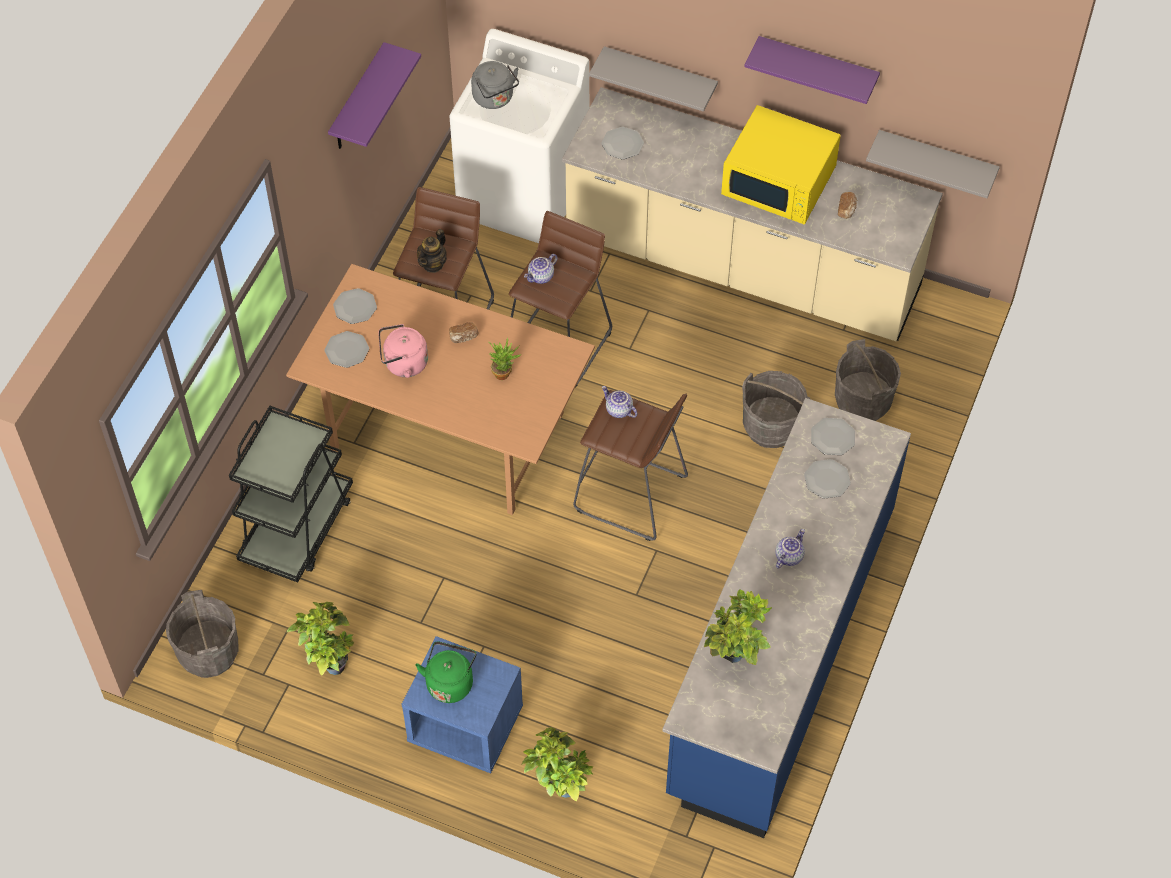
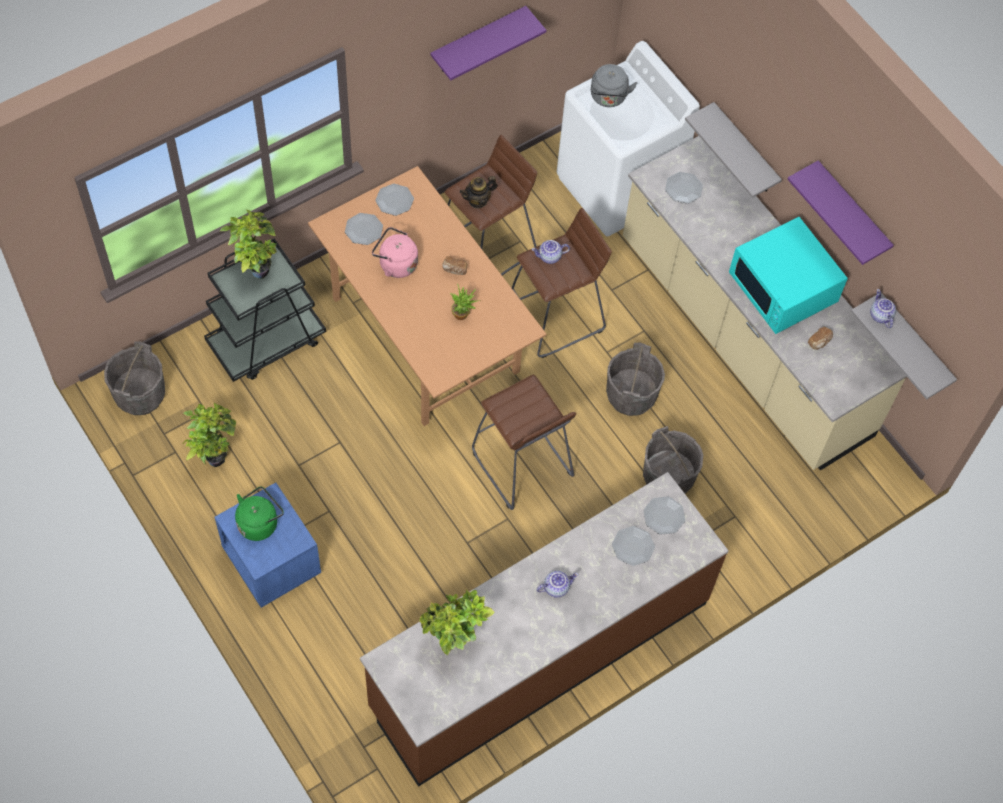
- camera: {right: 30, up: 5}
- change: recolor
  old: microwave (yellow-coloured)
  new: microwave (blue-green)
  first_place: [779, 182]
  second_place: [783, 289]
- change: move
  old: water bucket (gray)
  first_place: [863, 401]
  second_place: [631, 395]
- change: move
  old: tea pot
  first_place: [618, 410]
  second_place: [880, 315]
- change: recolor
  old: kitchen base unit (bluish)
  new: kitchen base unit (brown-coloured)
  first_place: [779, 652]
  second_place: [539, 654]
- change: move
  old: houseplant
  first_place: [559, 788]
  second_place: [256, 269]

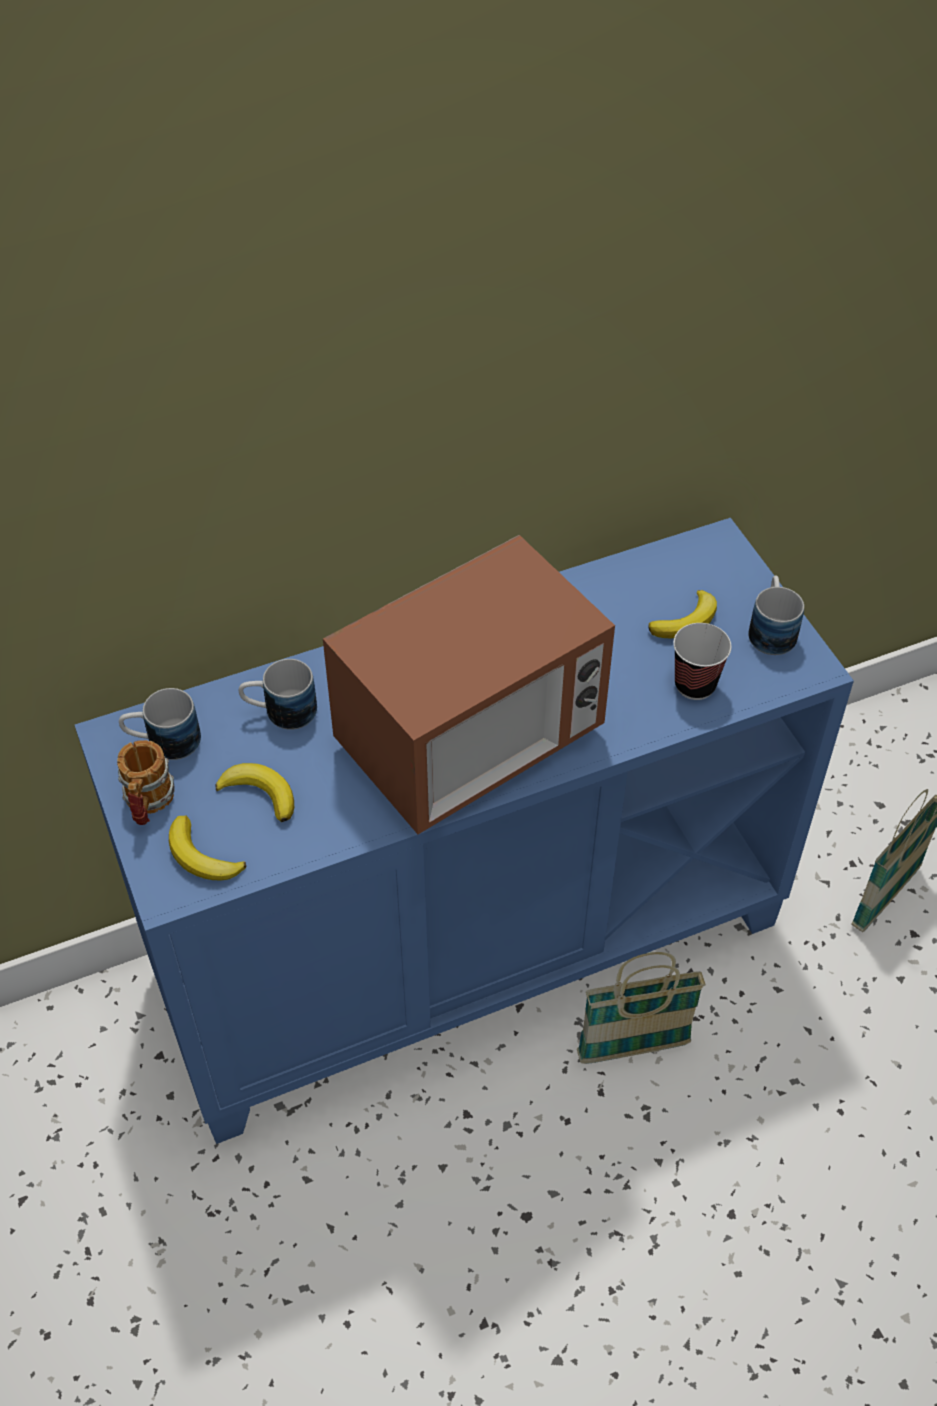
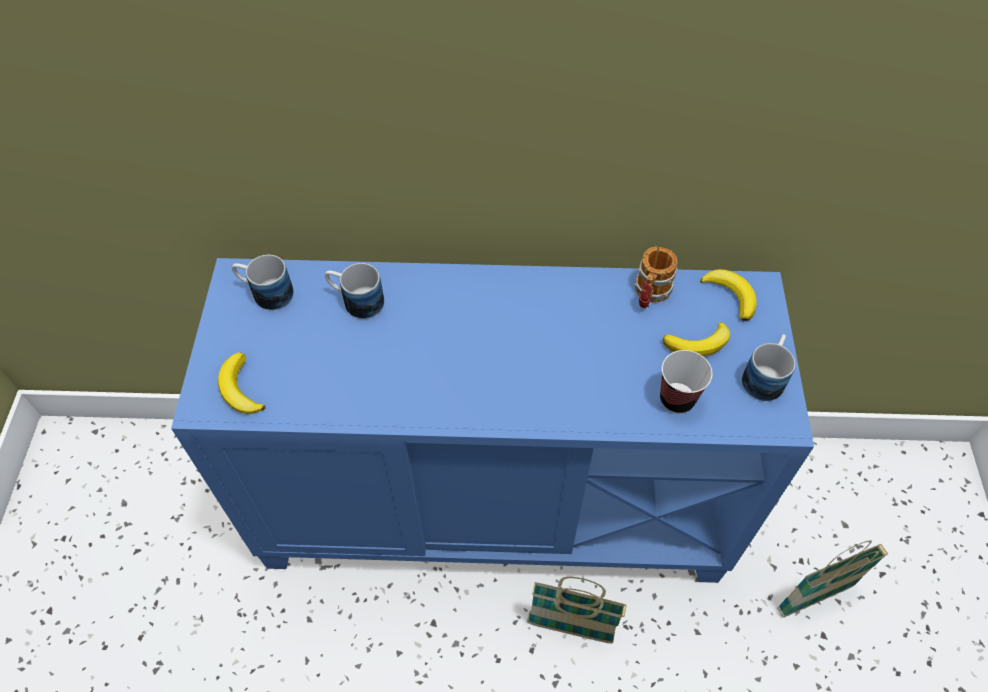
- camera: {right: 25, up: 5}
- change: delete
  old: microwave
  first_place: [470, 740]
- change: move
  old: mug
  first_place: [148, 803]
  second_place: [649, 294]
- change: move
  old: whole banana
  first_place: [260, 793]
  second_place: [731, 295]

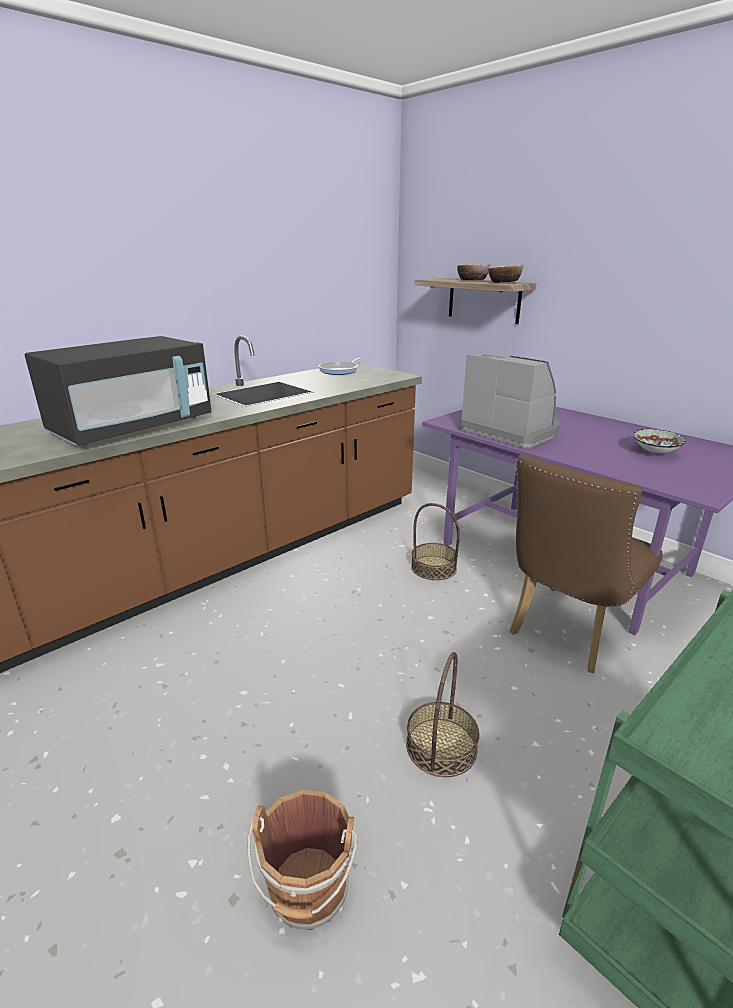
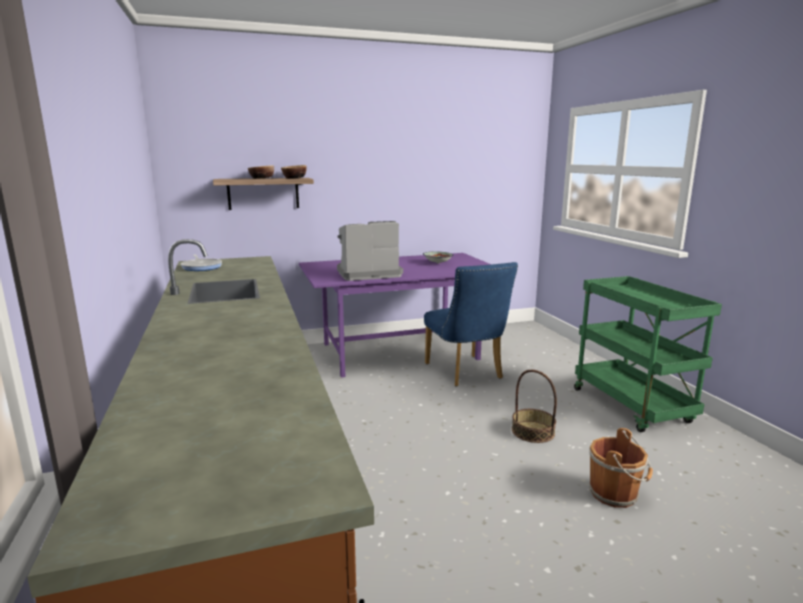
- camera: {right: -65, up: -10}
- change: delete
  old: microwave (blackish)
  first_place: [133, 428]
- change: recolor
  old: upright chair (brown-coloured)
  new: upright chair (bluish)
  first_place: [566, 632]
  second_place: [466, 373]
- change: delete
  old: basket
  first_place: [434, 567]

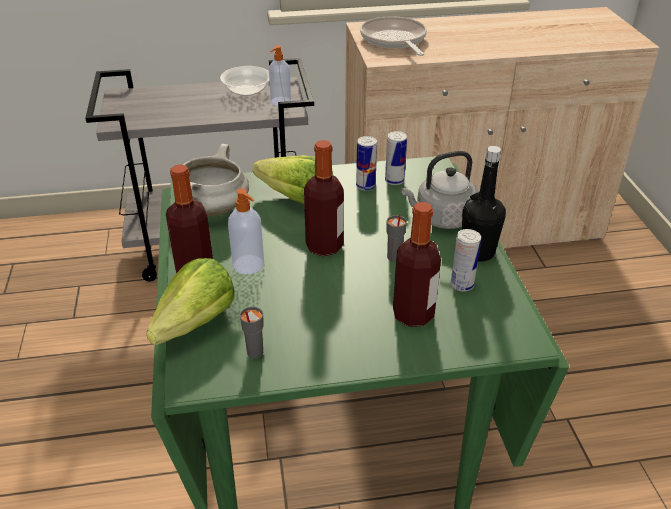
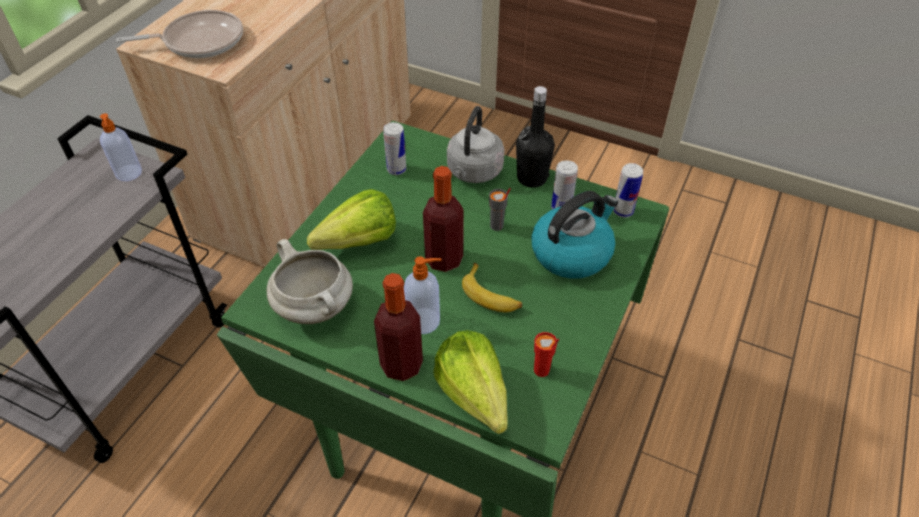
- camera: {right: -55, up: 10}
- change: rotate
  old: skillet
  first_place: [394, 40]
  second_place: [199, 41]
  degrees: 150
- change: delete
  old: deep dish
  first_place: [247, 91]
- change: move
  old: sealed can
  first_place: [365, 186]
  second_place: [623, 211]
- change: replace
  old: drink bottle
  new: kettle
  first_place: [413, 314]
  second_place: [572, 253]
- change: recolor
  old: cup (gray)
  new: cup (red-coloured)
  first_place: [254, 353]
  second_place: [541, 371]
- change: insert
  new: whole banana
  second_place: [491, 295]

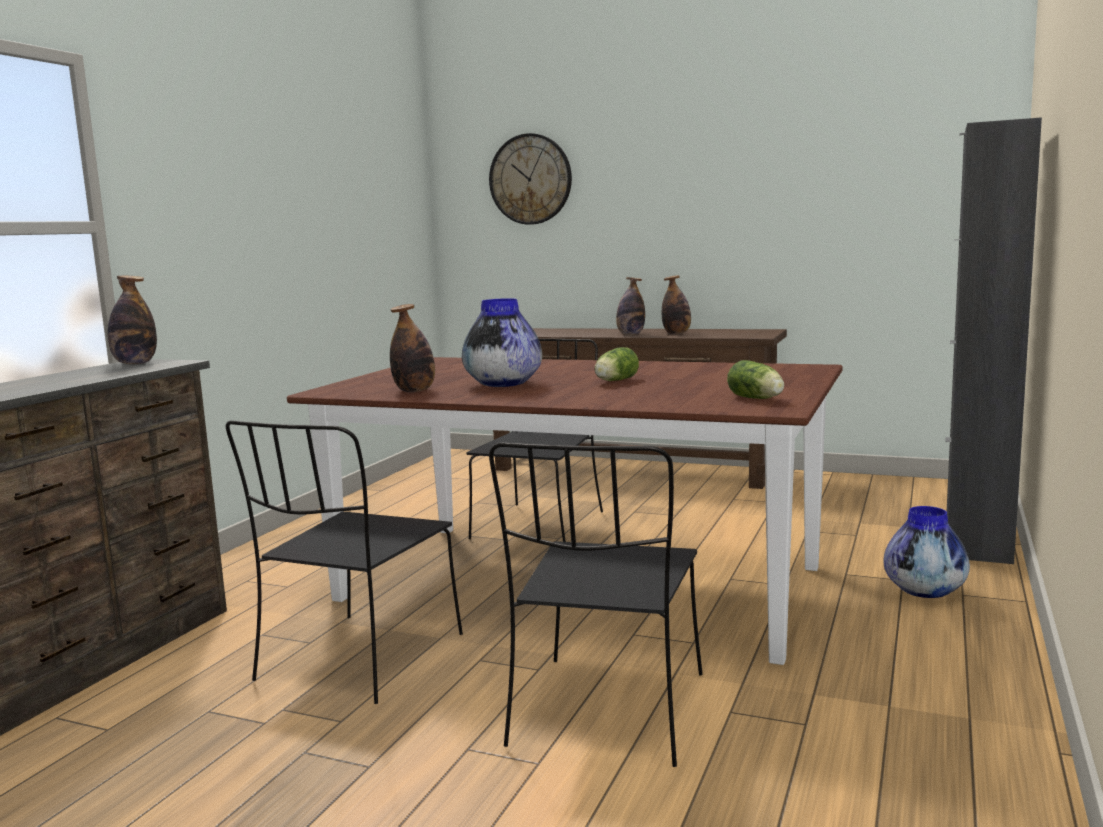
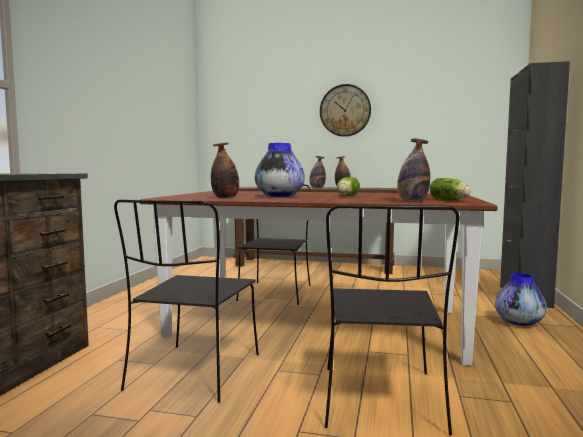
- camera: {right: -10, up: -5}
- change: move
  old: clock on the wall
  first_place: [530, 179]
  second_place: [345, 110]
- change: move
  old: drink bottle
  first_place: [135, 363]
  second_place: [412, 201]

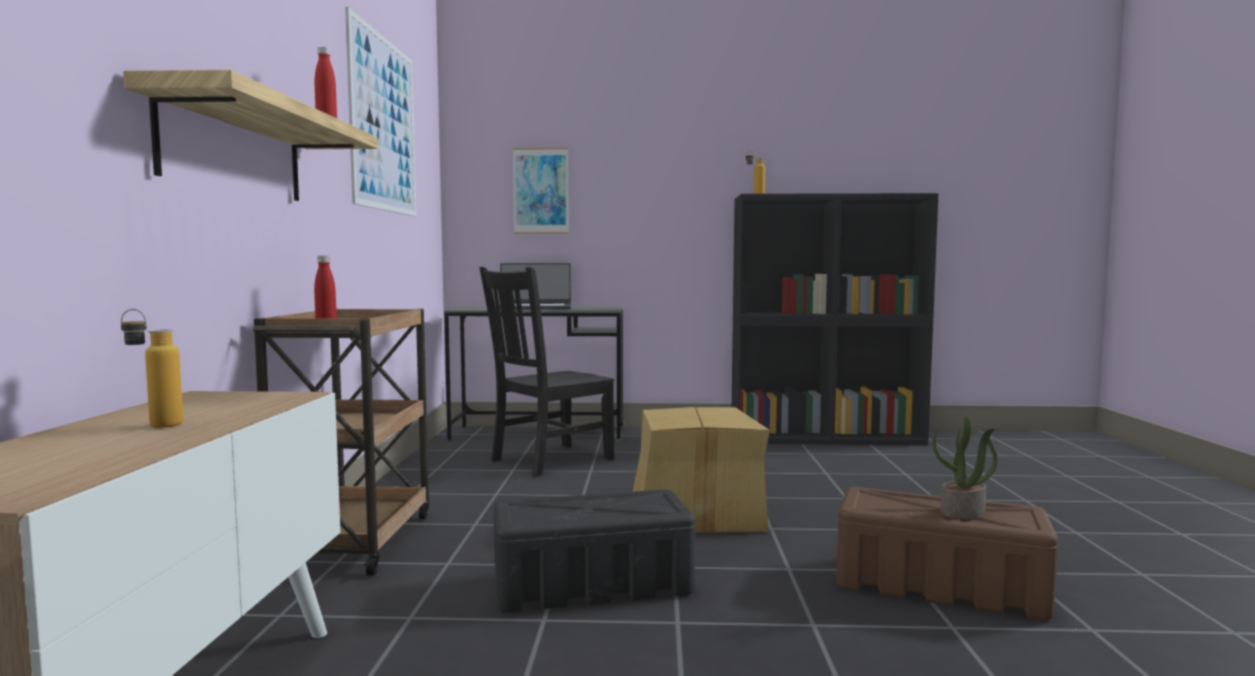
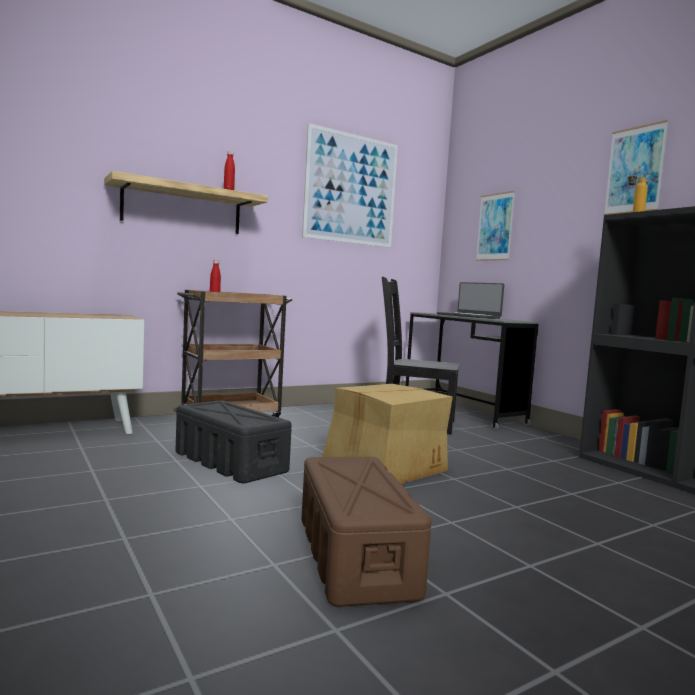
- camera: {right: 55, up: 0}
- change: delete
  old: drink bottle
  first_place: [154, 425]
- change: delete
  old: houseplant
  first_place: [963, 512]
- change: insert
  new: wall picture
  second_place: [635, 170]

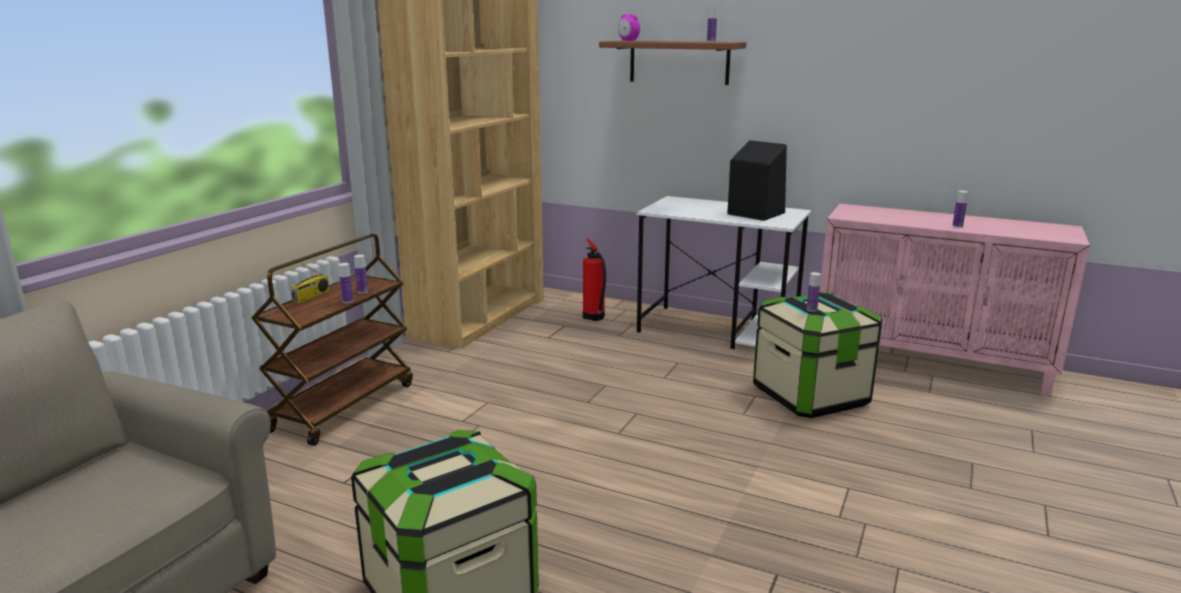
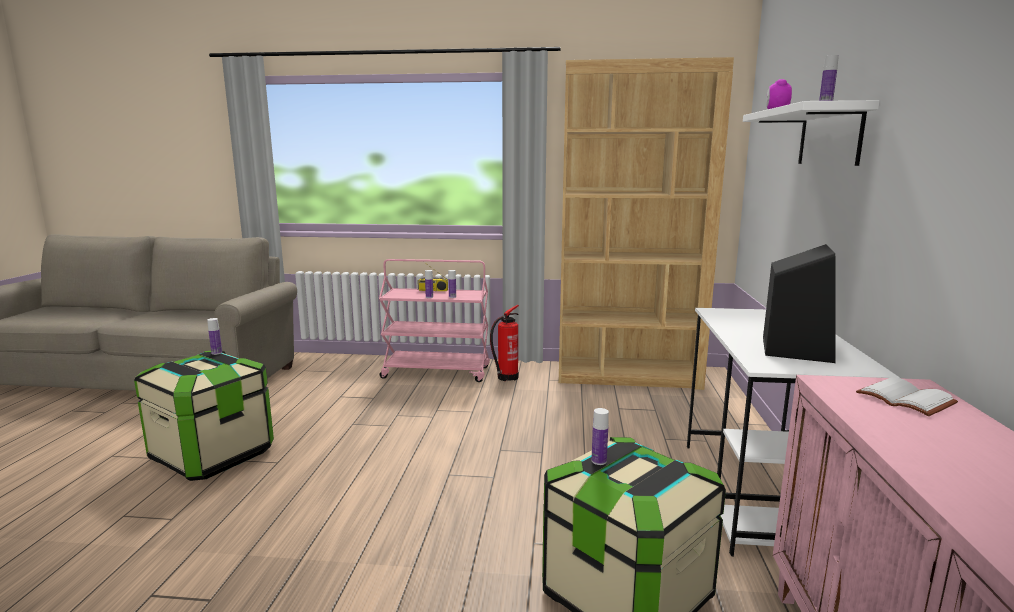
- camera: {right: 70, up: -5}
- change: recolor
  old: bracket shelf (brown-coloured)
  new: bracket shelf (white-coloured)
  first_place: [679, 62]
  second_place: [829, 136]
- change: move
  old: drink bottle
  first_place: [957, 226]
  second_place: [216, 353]
- change: recolor
  old: cart (brown-coloured)
  new: cart (pink-coloured)
  first_place: [343, 406]
  second_place: [437, 372]
- change: move
  old: extinguisher
  first_place: [594, 317]
  second_place: [506, 378]
- change: insert
  new: book (white-coloured)
  second_place: [902, 399]

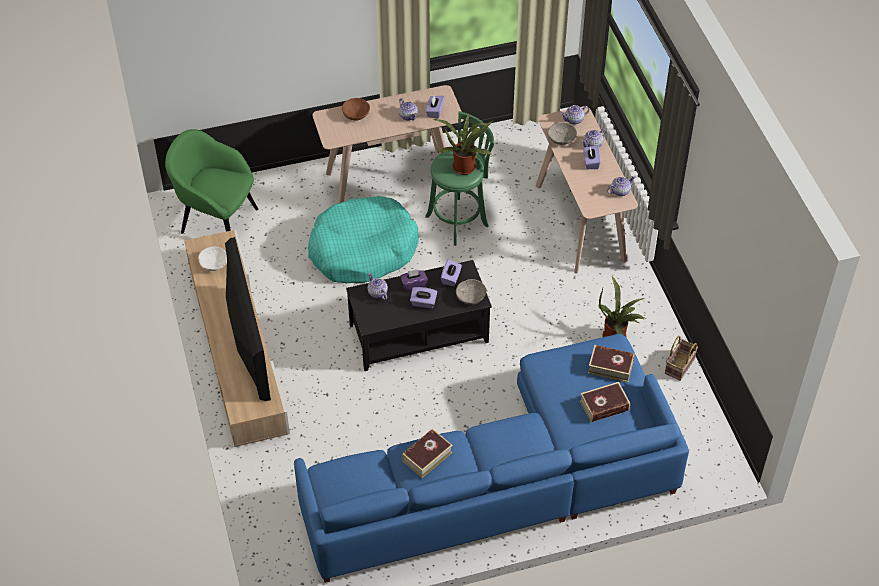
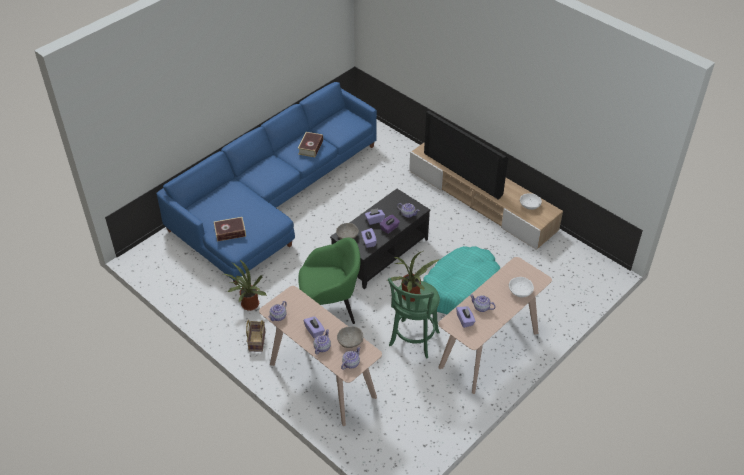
- camera: {right: 150, up: -5}
- change: recolor
  old: deep dish (brown-coloured)
  new: deep dish (white-coloured)
  first_place: [356, 114]
  second_place: [520, 291]
- change: move
  old: lounge chair (green)
  first_place: [217, 220]
  second_place: [330, 307]
- change: move
  old: basket
  first_place: [680, 367]
  second_place: [256, 340]
- change: delete
  old: book
  first_place: [604, 406]

